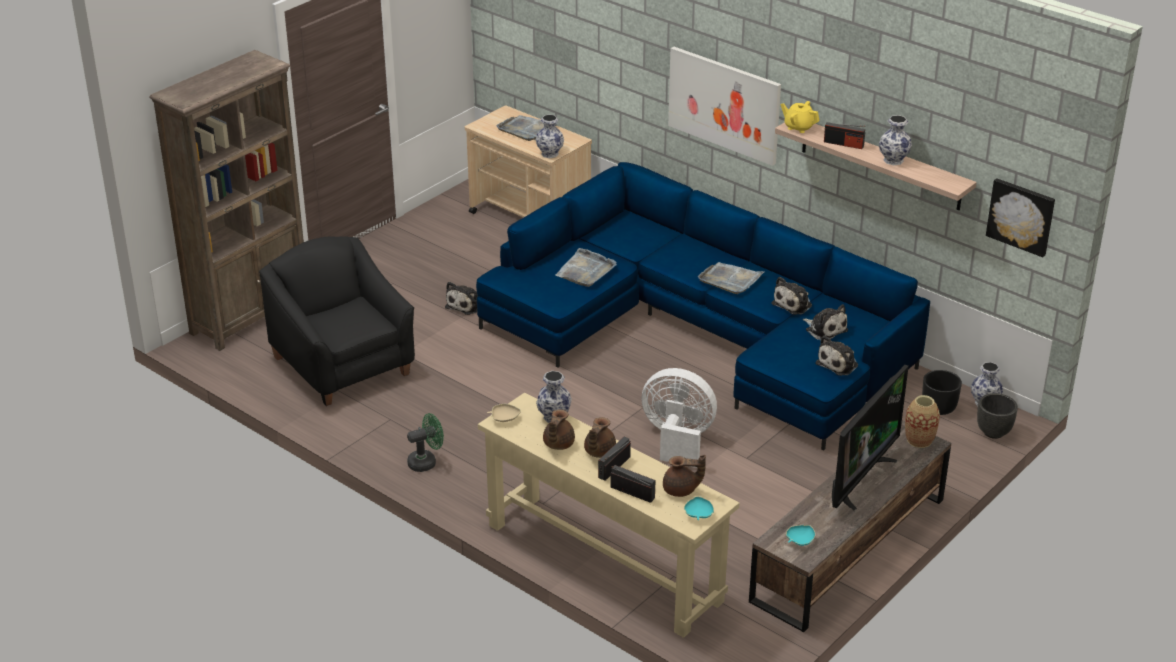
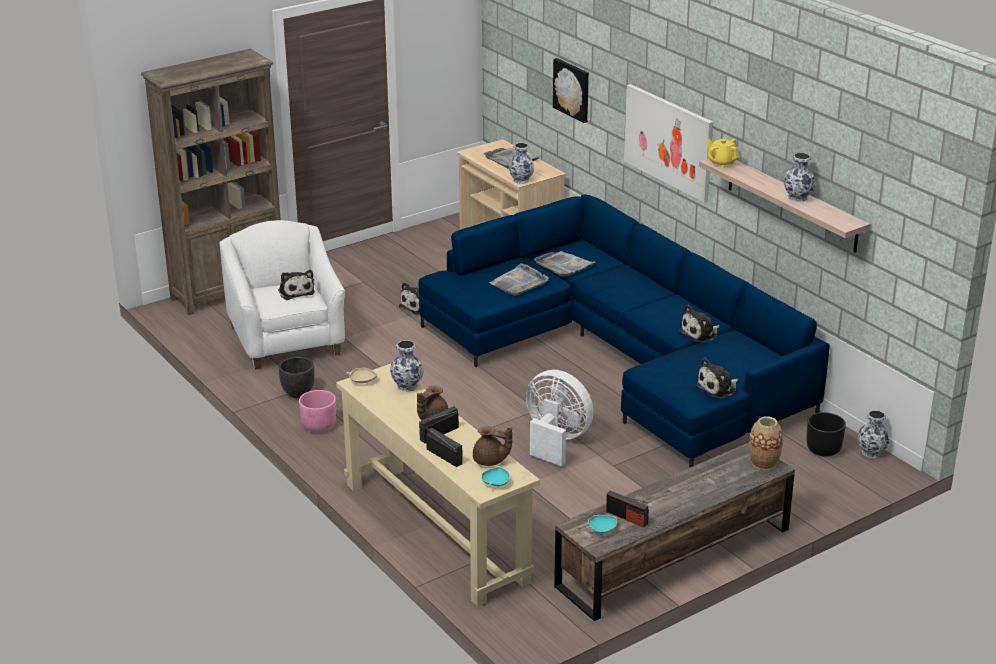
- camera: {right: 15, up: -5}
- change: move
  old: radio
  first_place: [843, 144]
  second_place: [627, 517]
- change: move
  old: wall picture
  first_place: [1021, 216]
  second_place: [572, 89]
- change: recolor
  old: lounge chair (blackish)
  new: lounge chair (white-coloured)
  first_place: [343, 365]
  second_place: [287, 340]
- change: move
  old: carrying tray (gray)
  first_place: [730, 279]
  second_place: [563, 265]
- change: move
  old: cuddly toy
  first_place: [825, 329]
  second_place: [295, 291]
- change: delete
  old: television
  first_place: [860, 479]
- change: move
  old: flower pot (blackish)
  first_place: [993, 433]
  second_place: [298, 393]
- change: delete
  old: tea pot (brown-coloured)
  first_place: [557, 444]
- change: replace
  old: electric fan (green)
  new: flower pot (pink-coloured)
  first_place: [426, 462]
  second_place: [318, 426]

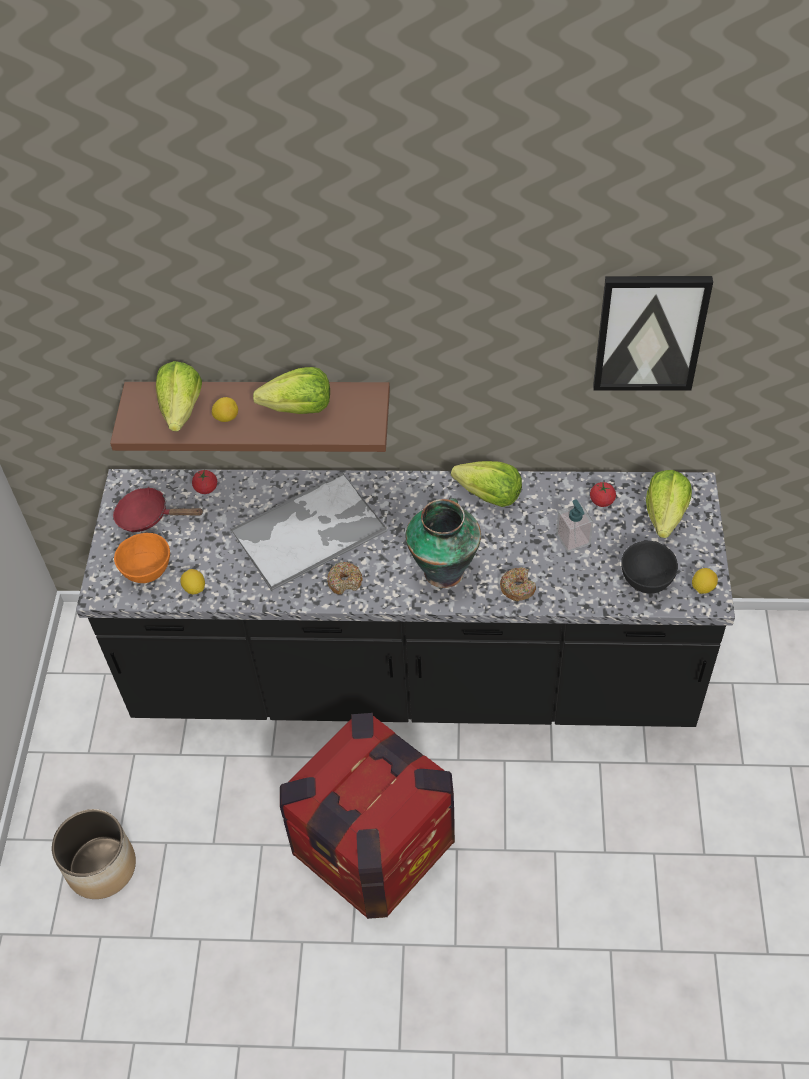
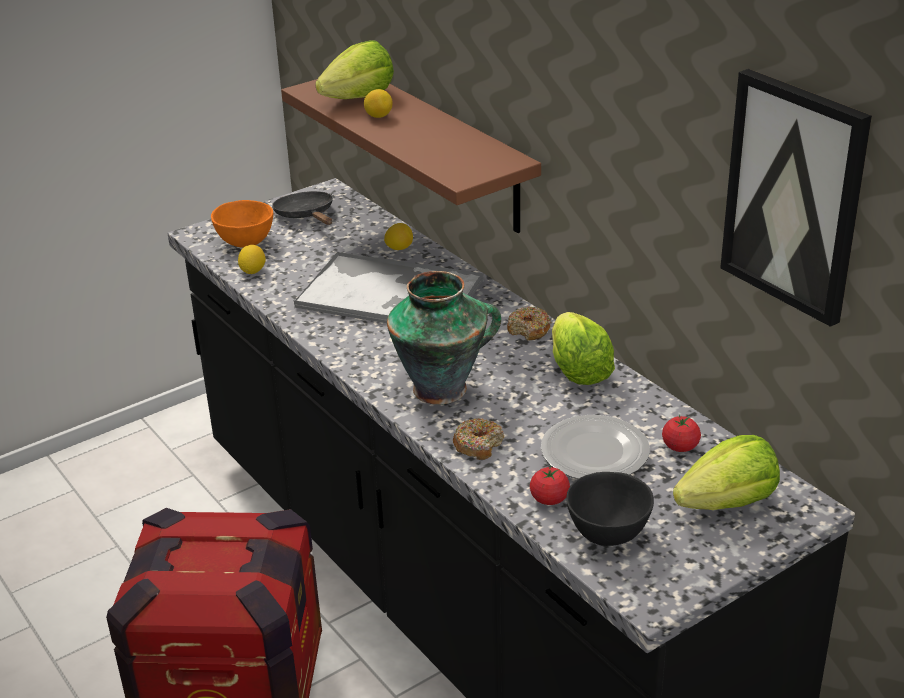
- camera: {right: 50, up: -20}
- change: delete
  old: lettuce
  first_place: [299, 409]
- change: move
  old: whole tomato
  first_place: [206, 488]
  second_place: [549, 499]
- change: recolor
  old: skillet (red-coloured)
  new: skillet (blackish)
  first_place: [149, 516]
  second_place: [306, 216]
- change: replace
  old: liquid soap bottle
  new: plate
  first_place: [573, 539]
  second_place: [596, 452]
- change: move
  old: doughnut
  first_place: [345, 581]
  second_place: [529, 330]
- change: move
  old: citrus fruit
  first_place: [702, 587]
  second_place: [399, 248]
- change: delete
  old: flower pot
  first_place: [102, 866]

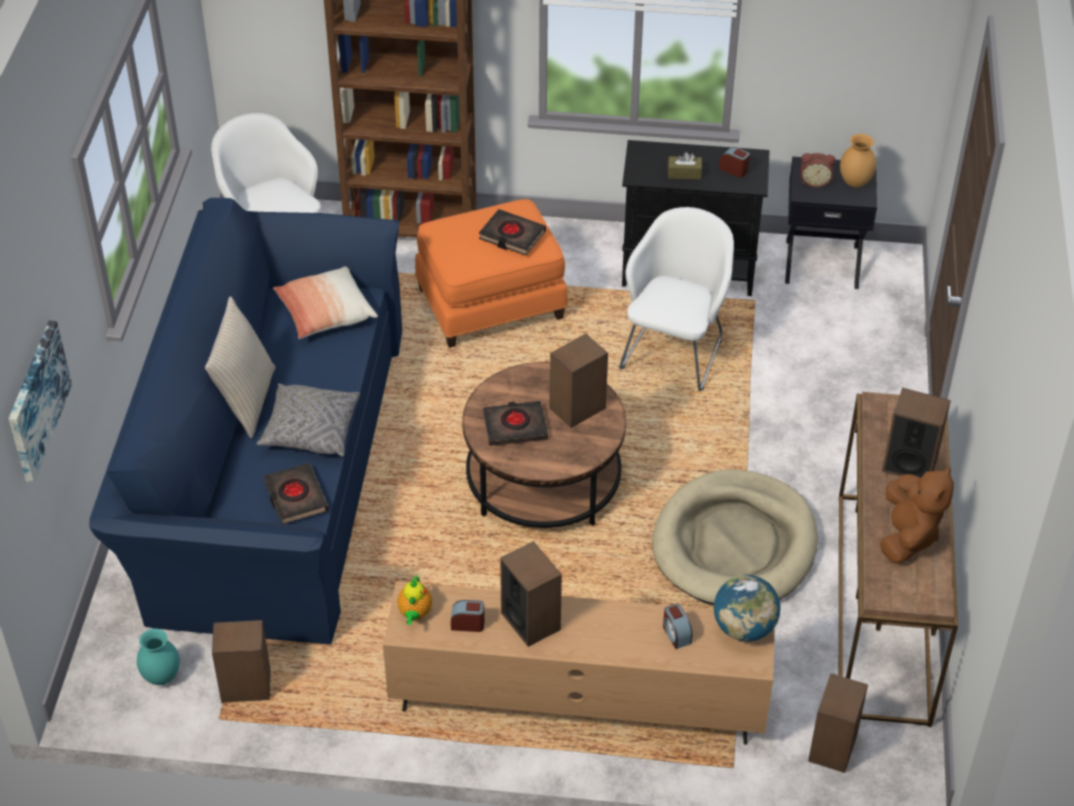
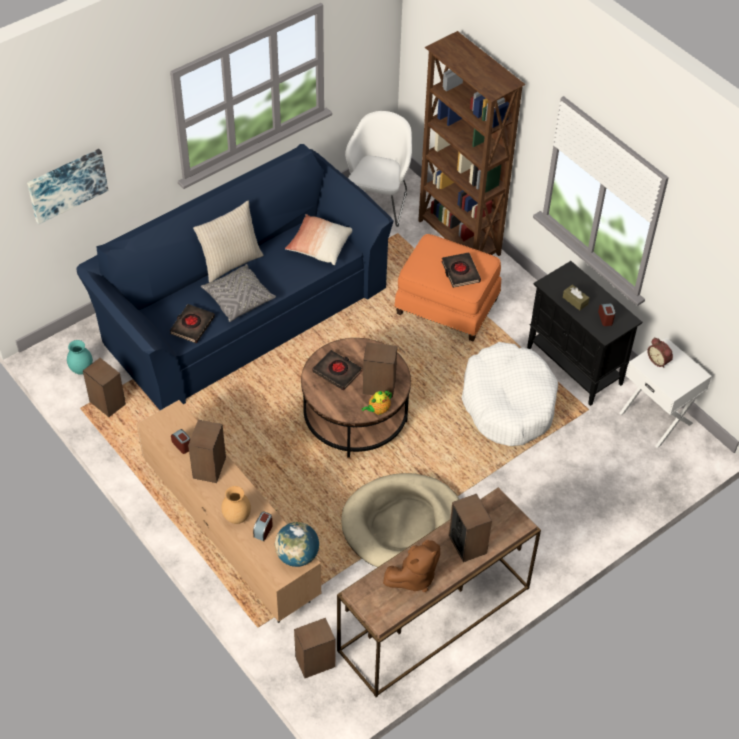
- camera: {right: 45, up: 5}
- change: move
  old: vase (brown-coloured)
  first_place: [855, 183]
  second_place: [237, 518]
- change: recolor
  old: nightstand (blackish)
  new: nightstand (white-coloured)
  first_place: [822, 262]
  second_place: [656, 417]
- change: replace
  old: lounge chair (white-coloured)
  new: dog bed (white-coloured)
  first_place: [674, 351]
  second_place: [508, 403]
- change: move
  old: tea pot
  first_place: [415, 614]
  second_place: [378, 410]

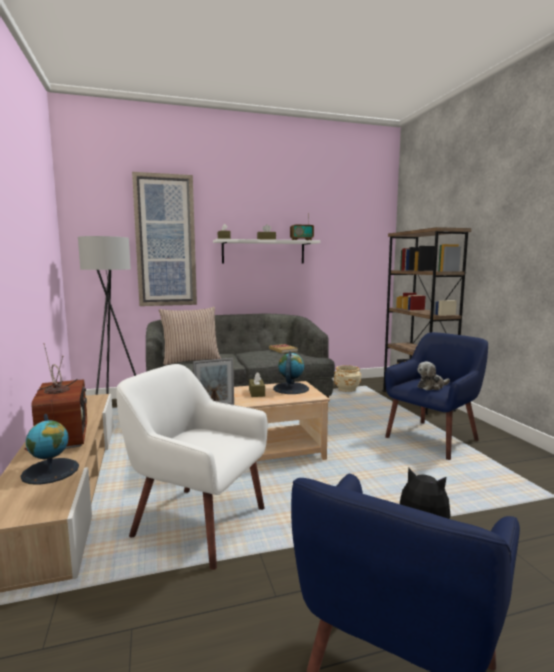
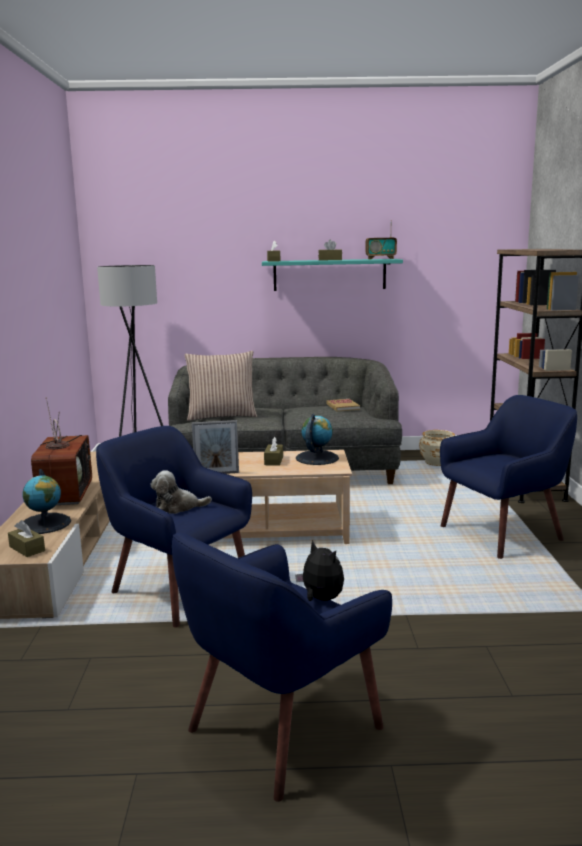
- camera: {right: 15, up: 5}
- change: delete
  old: wall picture
  first_place: [165, 241]
- change: recolor
  old: bracket shelf (white-coloured)
  new: bracket shelf (blue-green)
  first_place: [263, 252]
  second_place: [329, 275]
- change: move
  old: cuddly toy
  first_place: [431, 386]
  second_place: [178, 507]
- change: recolor
  old: lounge chair (white-coloured)
  new: lounge chair (bluish)
  first_place: [197, 522]
  second_place: [178, 589]
- change: insert
  new: tissue box (brown-coloured)
  second_place: [27, 549]

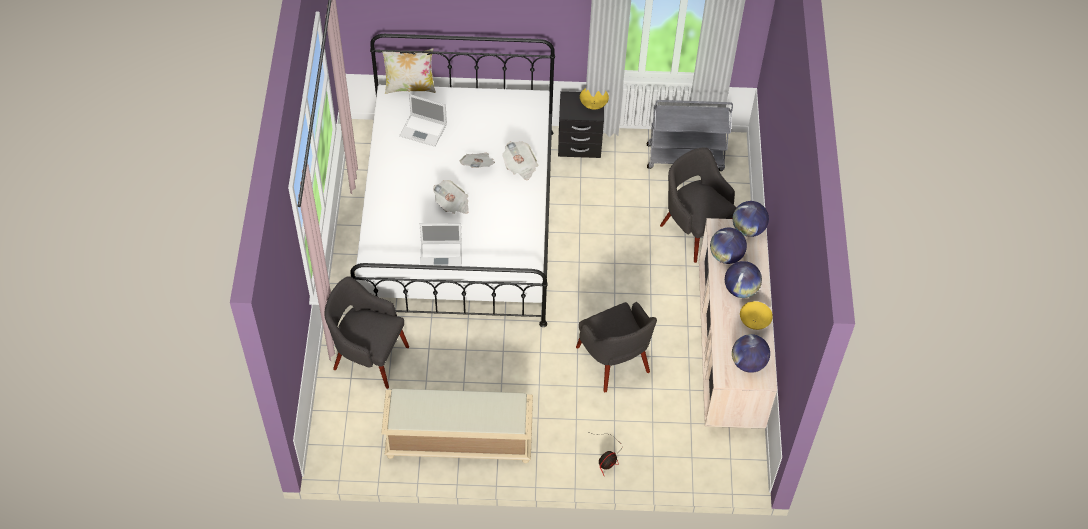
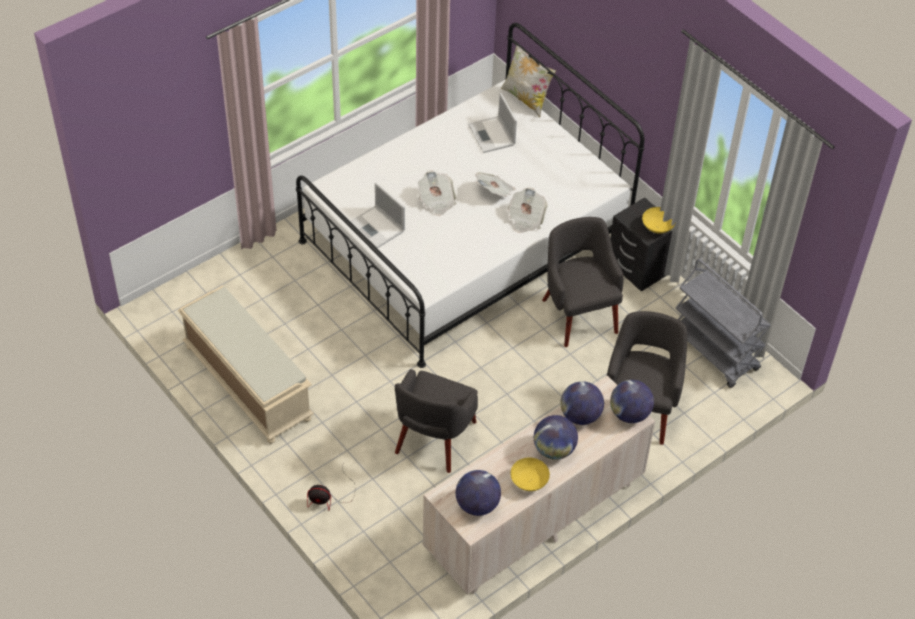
- camera: {right: 50, up: -5}
- change: move
  old: lounge chair (gray)
  first_place: [369, 357]
  second_place: [578, 314]

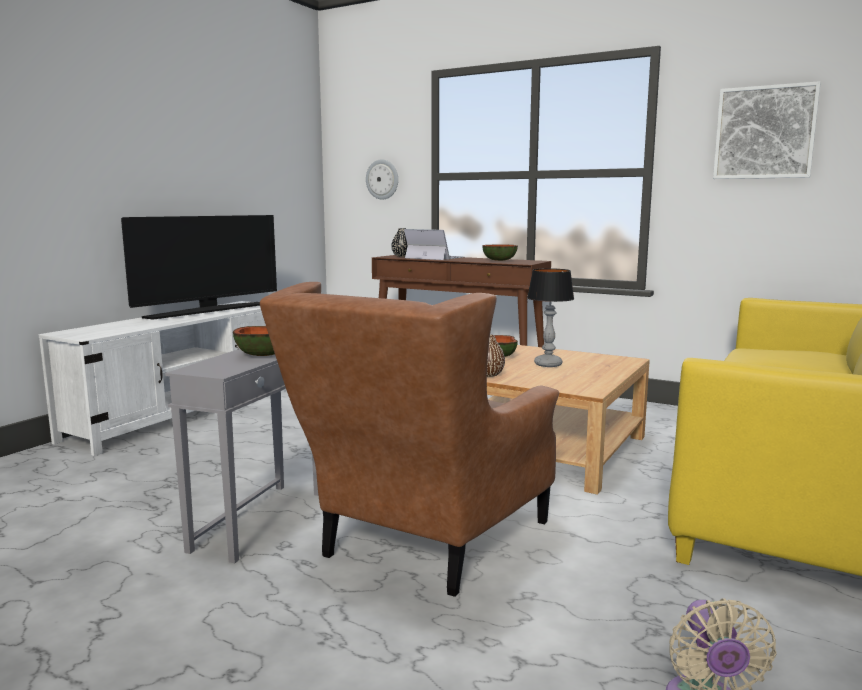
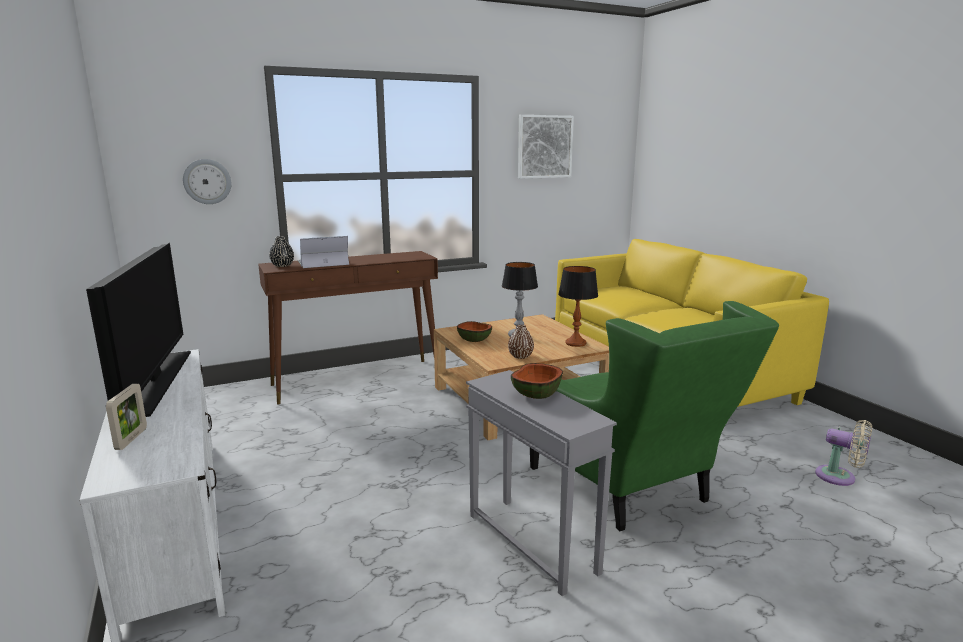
- camera: {right: -55, up: 5}
- change: delete
  old: deep dish
  first_place: [499, 260]
- change: recolor
  old: lounge chair (brown-coloured)
  new: lounge chair (green)
  first_place: [421, 544]
  second_place: [631, 489]
- change: insert
  new: lamp for a table
  second_place: [575, 343]
- change: insert
  new: picture frame
  second_place: [131, 439]

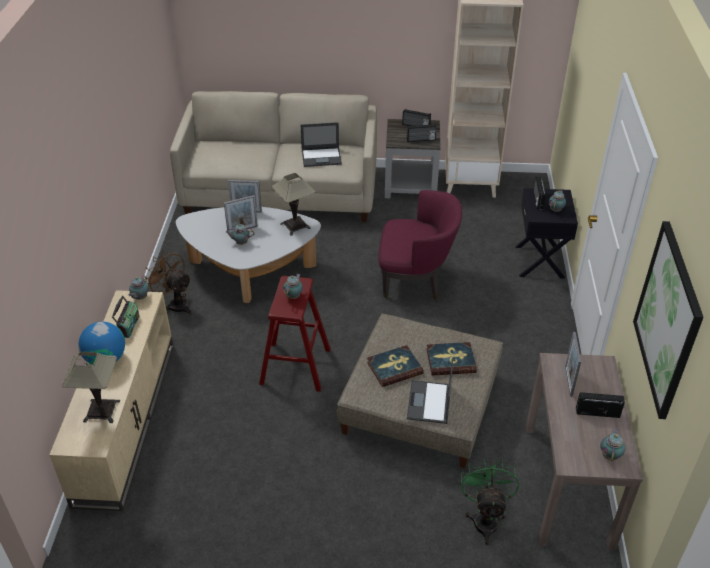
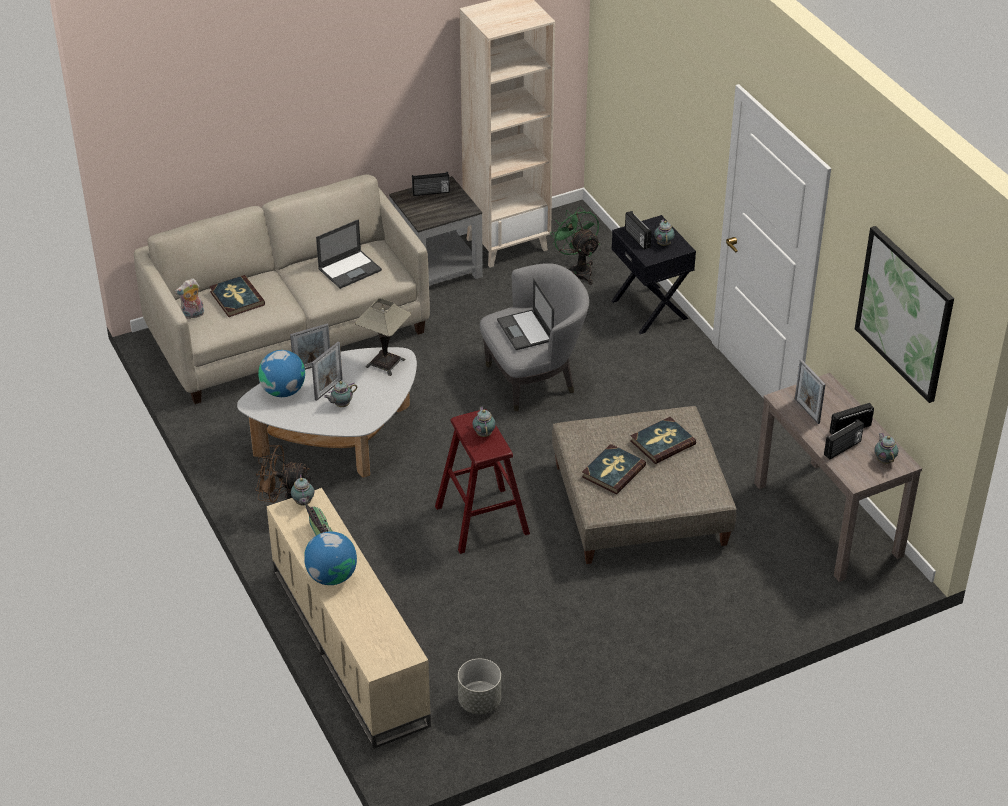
- camera: {right: -30, up: 0}
- change: move
  old: radio
  first_place: [421, 140]
  second_place: [843, 448]
- change: recolor
  old: lounge chair (purple)
  new: lounge chair (gray)
  first_place: [416, 280]
  second_place: [534, 379]
- change: delete
  old: lamp for a table
  first_place: [102, 411]
- change: move
  old: notebook computer
  first_place: [429, 403]
  second_place: [526, 331]
- change: move
  old: electric fan (green)
  first_place: [485, 518]
  second_place: [578, 270]
- change: insert
  new: book
  second_place: [236, 298]
- change: insert
  new: cuddly toy
  second_place: [192, 315]
- change: insert
  new: world globe
  second_place: [283, 390]
- change: insert
  new: flower pot (gray)
  second_place: [479, 701]

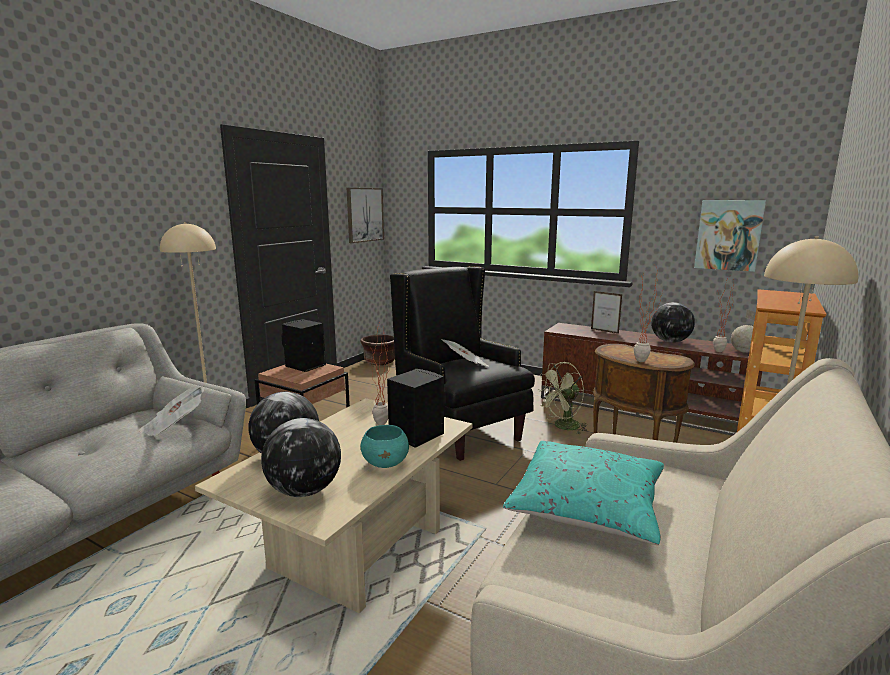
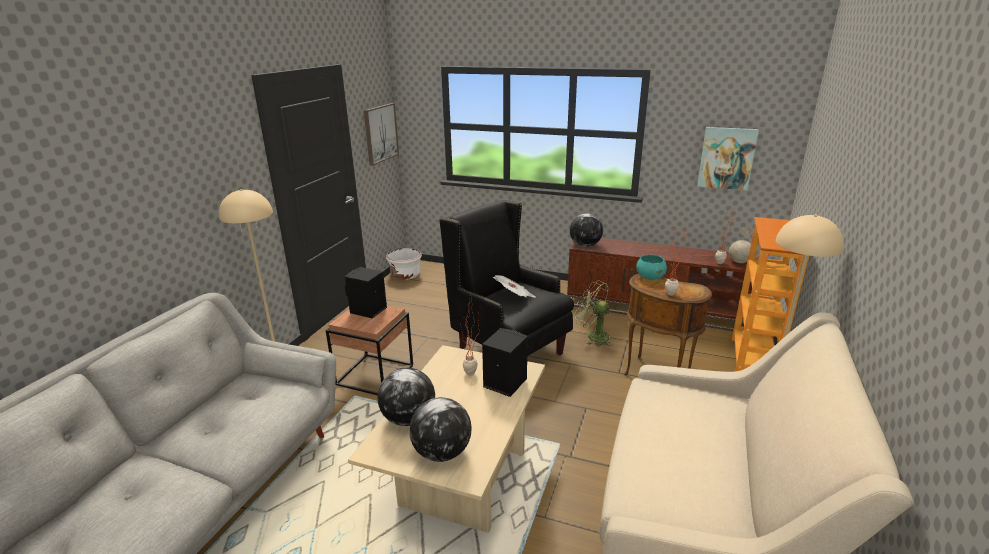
- camera: {right: -10, up: 10}
- change: delete
  old: picture frame
  first_place: [604, 331]
- change: move
  old: world globe
  first_place: [670, 341]
  second_place: [585, 245]
- change: recolor
  old: flower pot (brown-coloured)
  new: flower pot (white-coloured)
  first_place: [379, 362]
  second_place: [405, 275]
- change: rotate
  old: electric fan (green)
  first_place: [562, 427]
  second_place: [593, 336]
  degrees: 75
- change: delete
  old: printed paper
  first_place: [174, 426]
- change: move
  old: deep dish (blue-green)
  first_place: [386, 463]
  second_place: [650, 277]
- change: delete
  old: cushion (blue-green)
  first_place: [587, 507]

